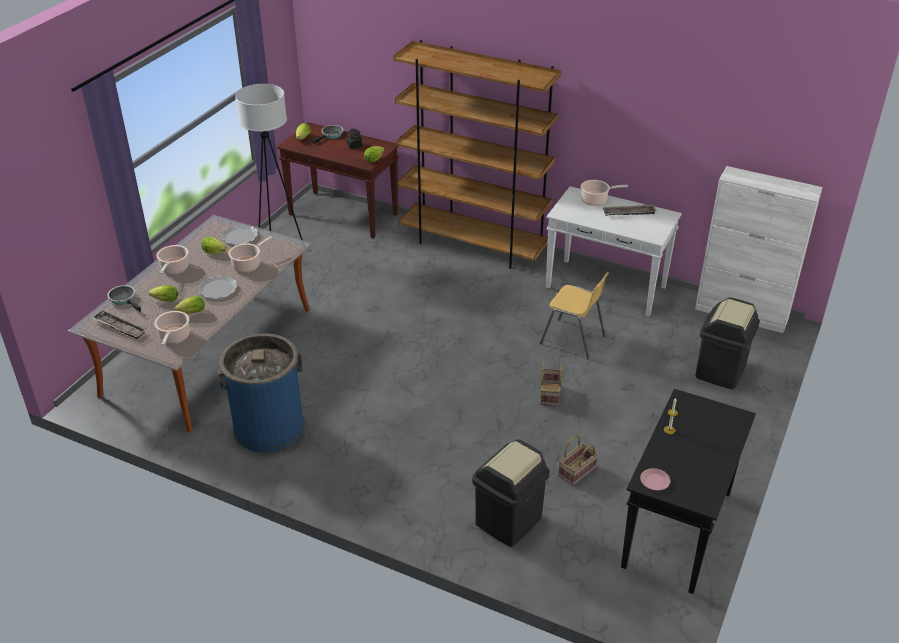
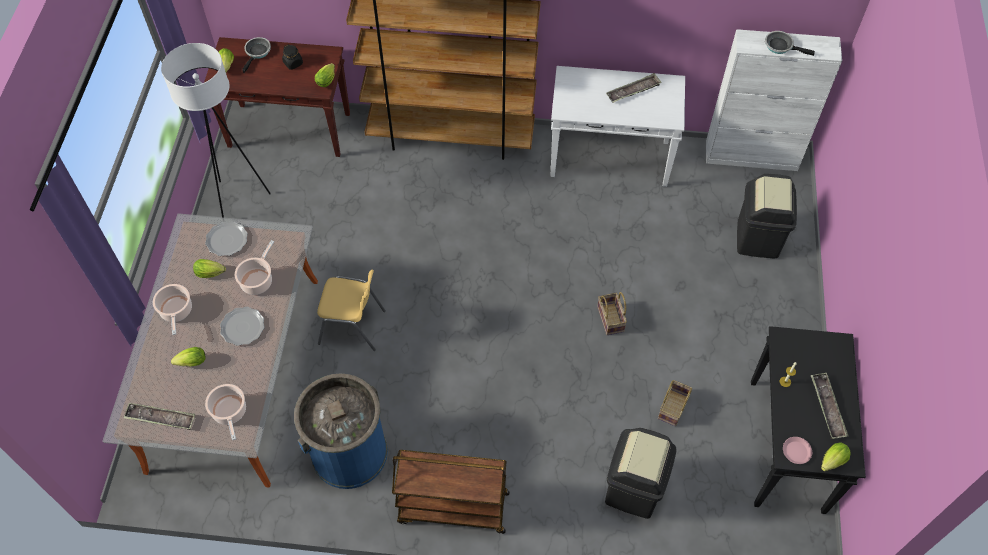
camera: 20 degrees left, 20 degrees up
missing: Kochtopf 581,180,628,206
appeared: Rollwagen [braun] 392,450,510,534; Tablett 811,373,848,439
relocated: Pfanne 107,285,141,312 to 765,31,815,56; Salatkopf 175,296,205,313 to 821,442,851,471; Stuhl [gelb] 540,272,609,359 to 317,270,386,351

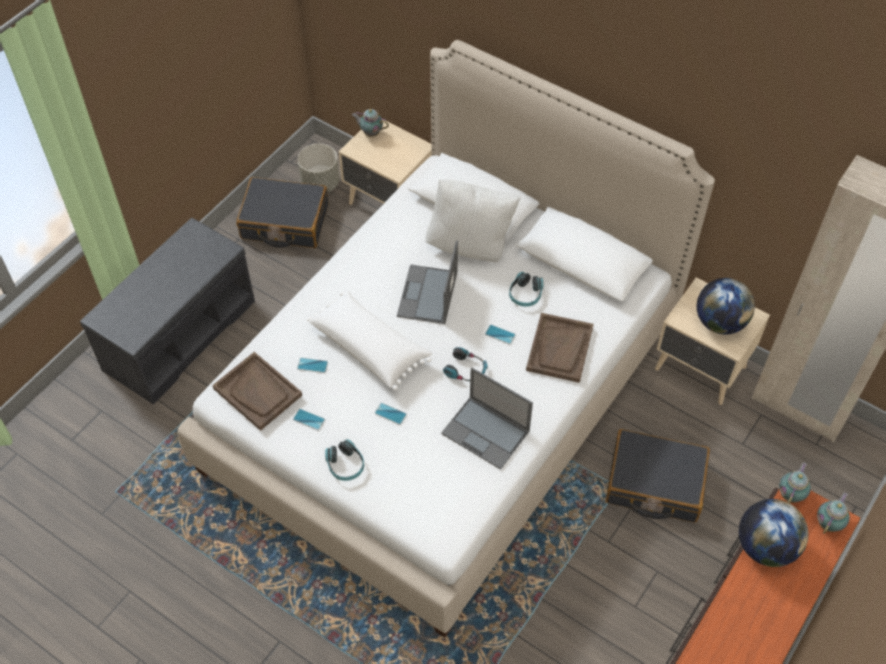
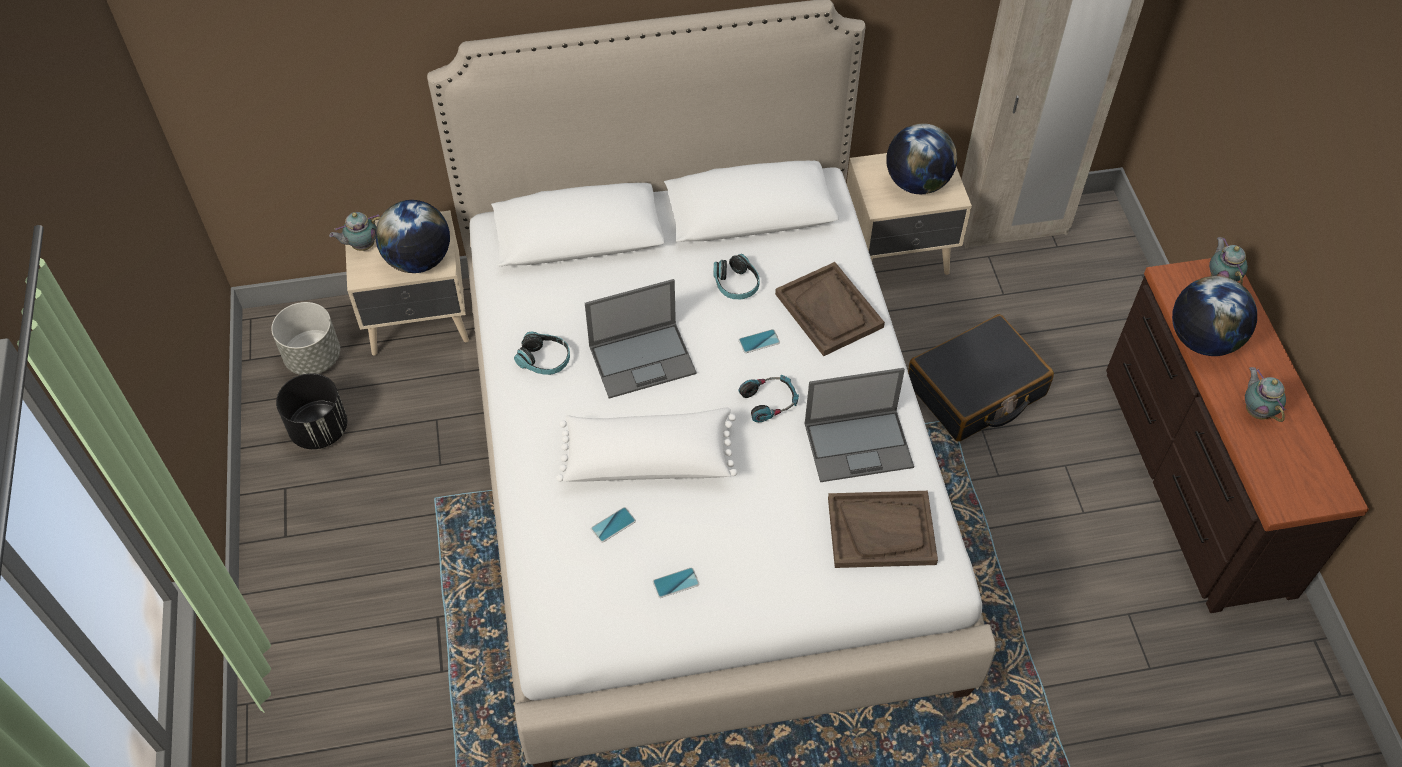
camera: 45 degrees left, 0 degrees up
missing: Bank [grau] 80,218,255,405; Handy 375,403,407,425; Kissen [weiß] 425,179,521,262
appeared: Globus 375,200,450,273
relocated: Tablett [braun] 212,352,302,431 to 828,491,938,568; Kopfhörer 325,439,364,481 to 514,332,570,375; Teekanne 779,462,811,503 to 1245,367,1286,422
exchanged: Koffer [schwarz] 236,177,329,248 to Pflanzkübel [schwarz] 276,373,347,449
spun: Laptop 397,240,458,324 = 585,279,697,398 75 degrees counterclockwise

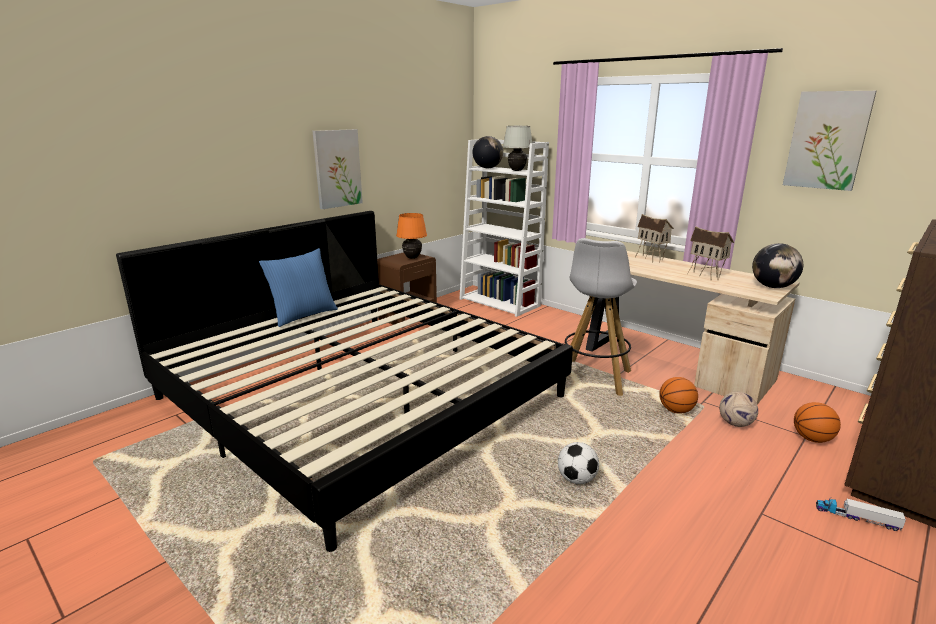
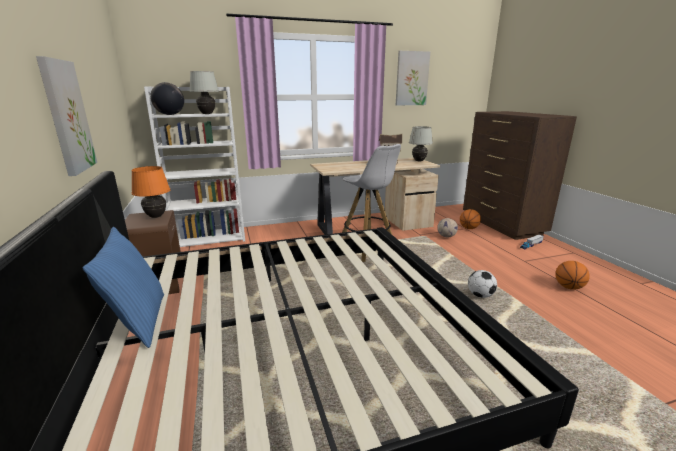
camera: 60 degrees left, 0 degrees up
missing: Spielzeughaus 635,214,674,263
relocated: Basketball 659,377,698,414 to 555,261,590,290
exchanged: Globus 752,243,803,288 to Tischlampe [weiß] 409,126,433,161

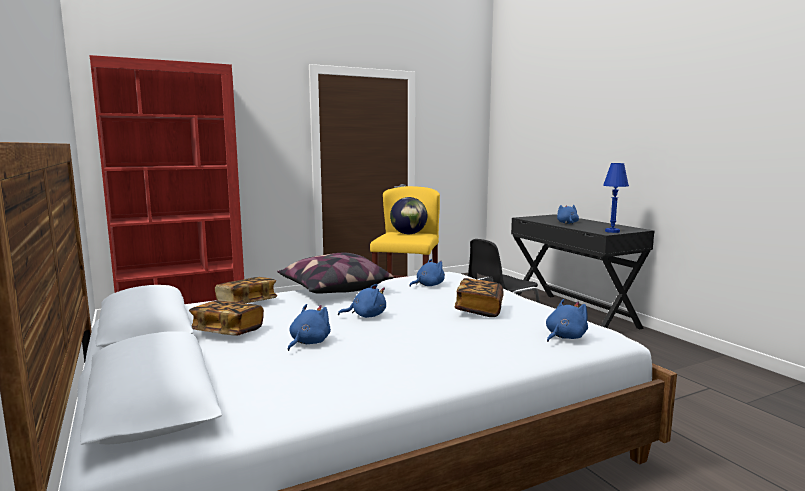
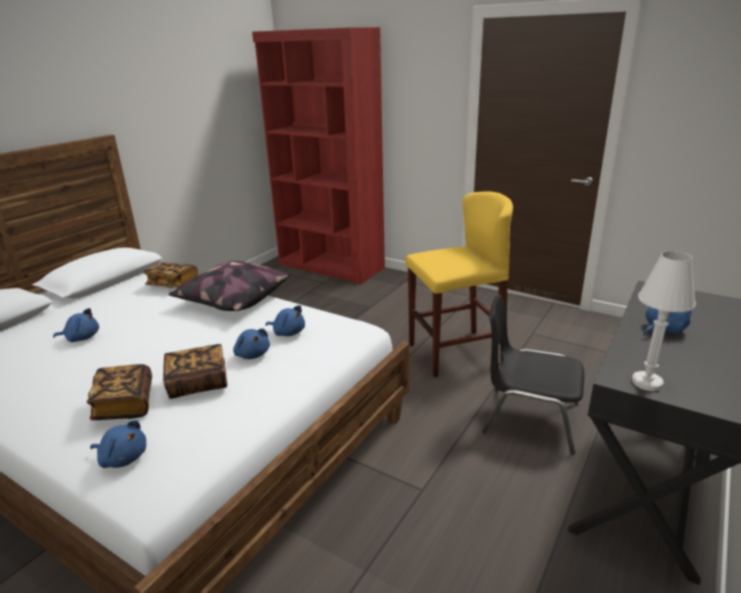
camera: 60 degrees right, 15 degrees up
missing: Globus 390,197,427,234
relocated: Buch 189,301,264,336 to 87,364,152,420; Plüschtier [blau] 338,284,386,318 to 233,328,270,359
colour: Tischlampe [blau] 603,163,629,233 to Tischlampe [weiß] 632,251,696,391

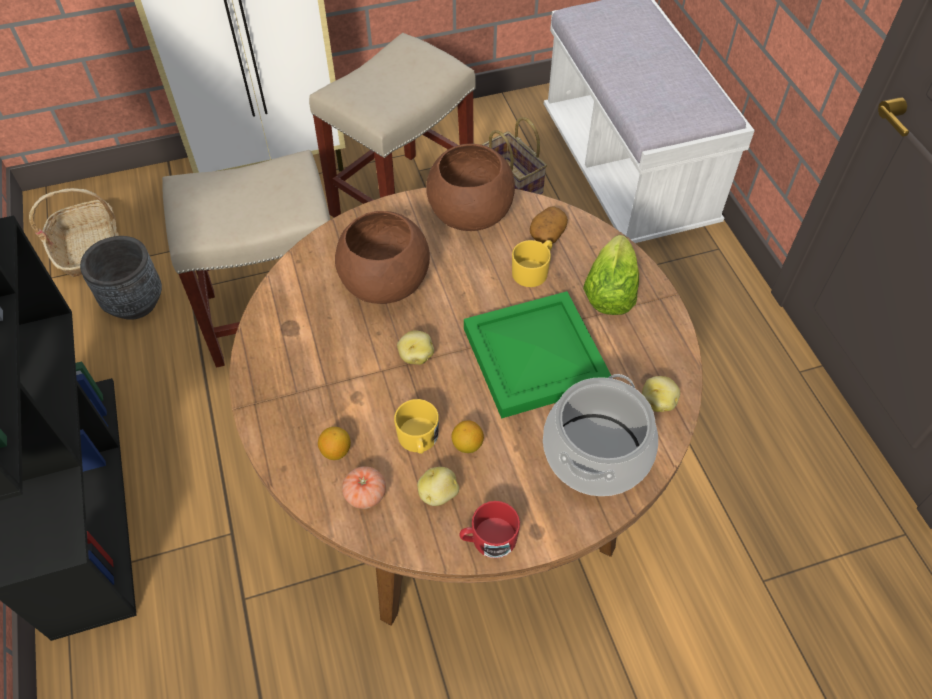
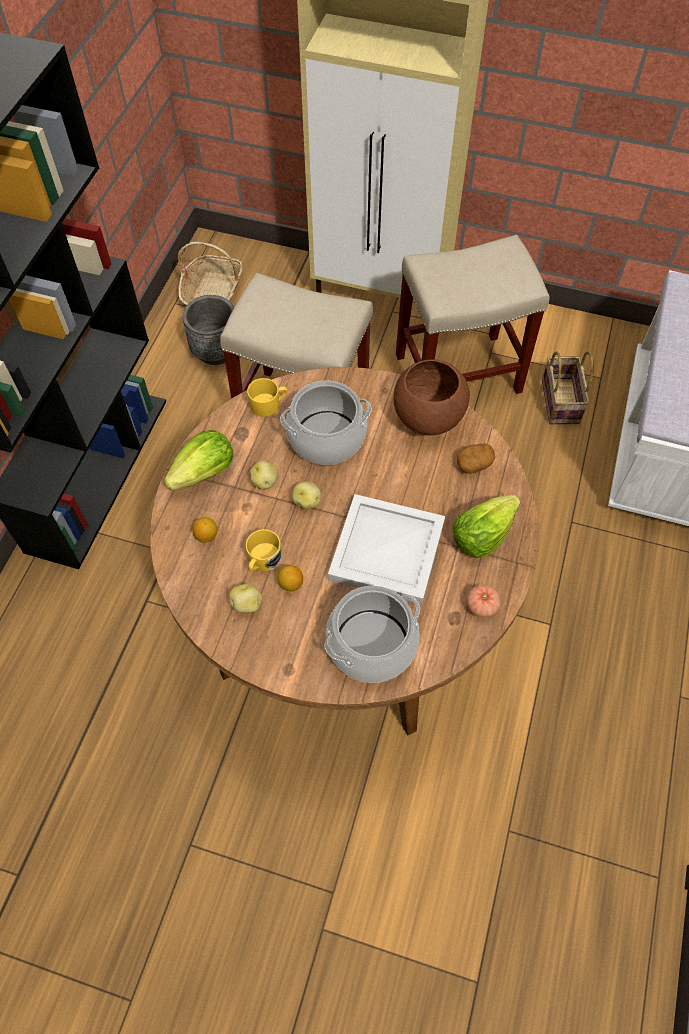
camera: 35 degrees right, 5 degrees up
missing: Henkelbecher [rot] 459,501,520,558
appeared: Salatkopf 164,430,234,490
relocated: Tomate 342,466,386,509 to 466,585,501,618; Henkelbecher [gelb] 512,240,553,287 to 247,378,288,417; Kartoffel 642,376,680,412 to 250,461,278,489
exchanged: Schüssel [braun] 335,211,430,304 to Kochtopf 280,380,372,465
colour: Tablett [grün] 464,291,611,419 to Tablett [weiß] 328,494,445,605

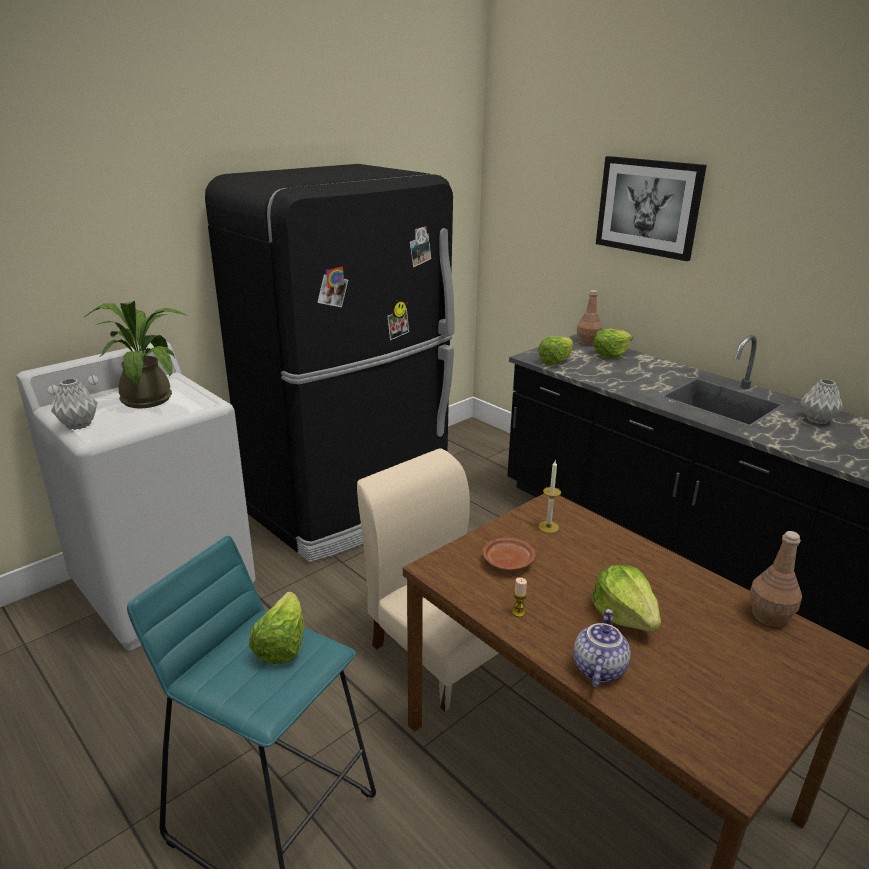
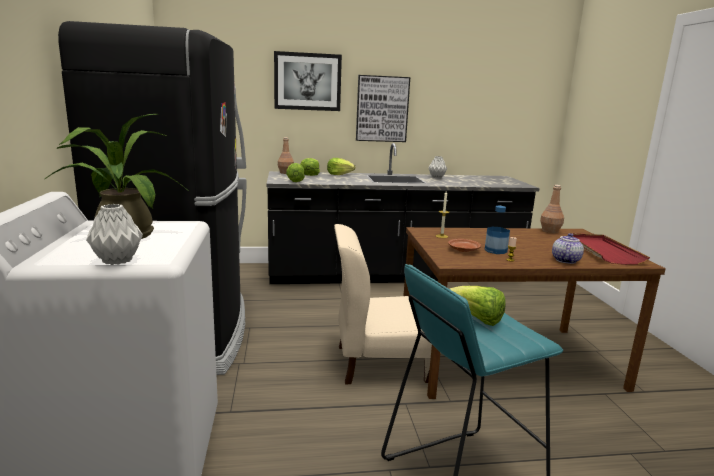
camera: 55 degrees left, 10 degrees down
appeared: Bild 356,75,410,142; Flasche 484,206,510,254; Tablett [rot] 568,233,650,265
relocated: Salatkopf 592,565,661,631 to 327,158,355,175
spun: Teekanne 573,609,631,687 = 552,233,584,264 60 degrees clockwise

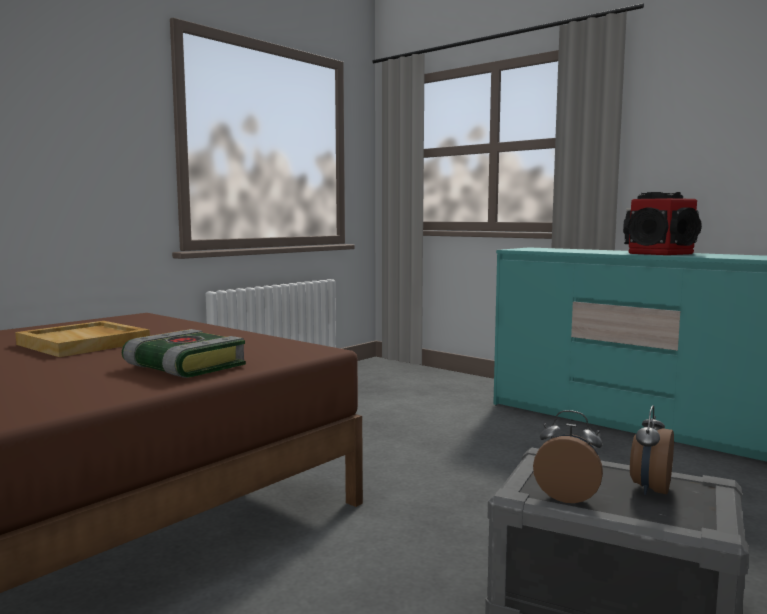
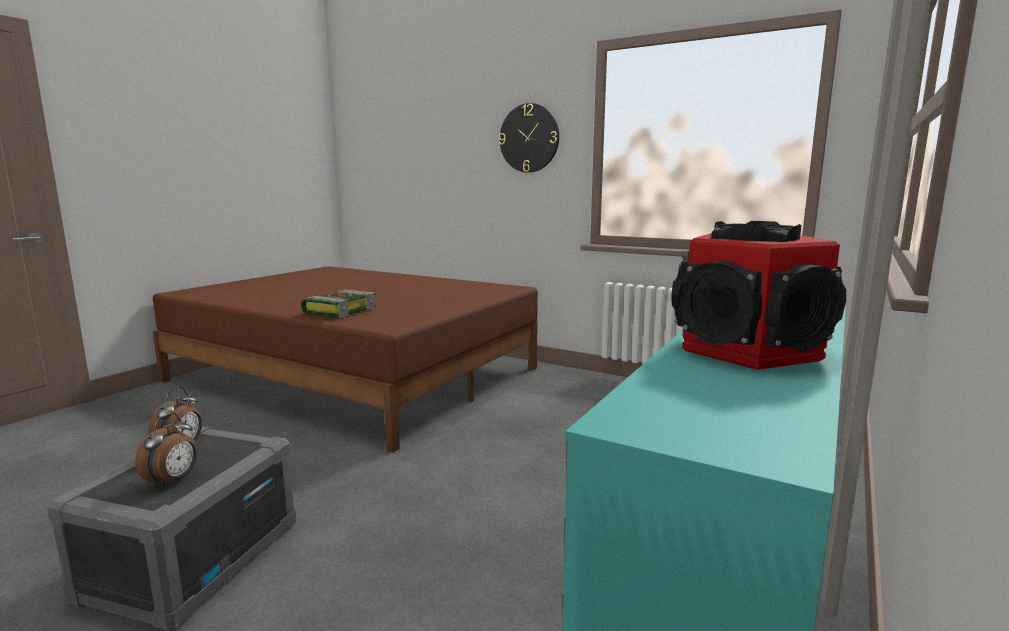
camera: 80 degrees right, 5 degrees up
missing: Tablett [beige] 15,321,150,357
appeared: Wanduhr 499,103,559,173
spun: Wecker 630,405,674,495 = 135,413,198,488 90 degrees clockwise

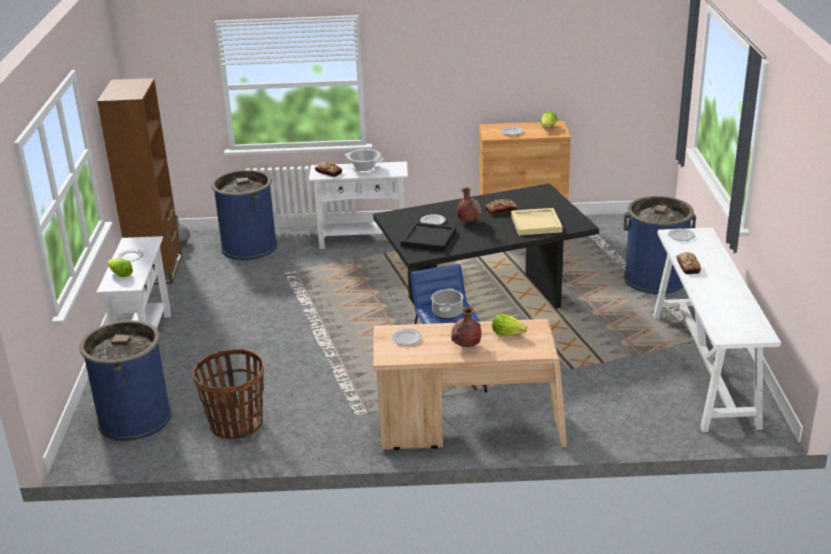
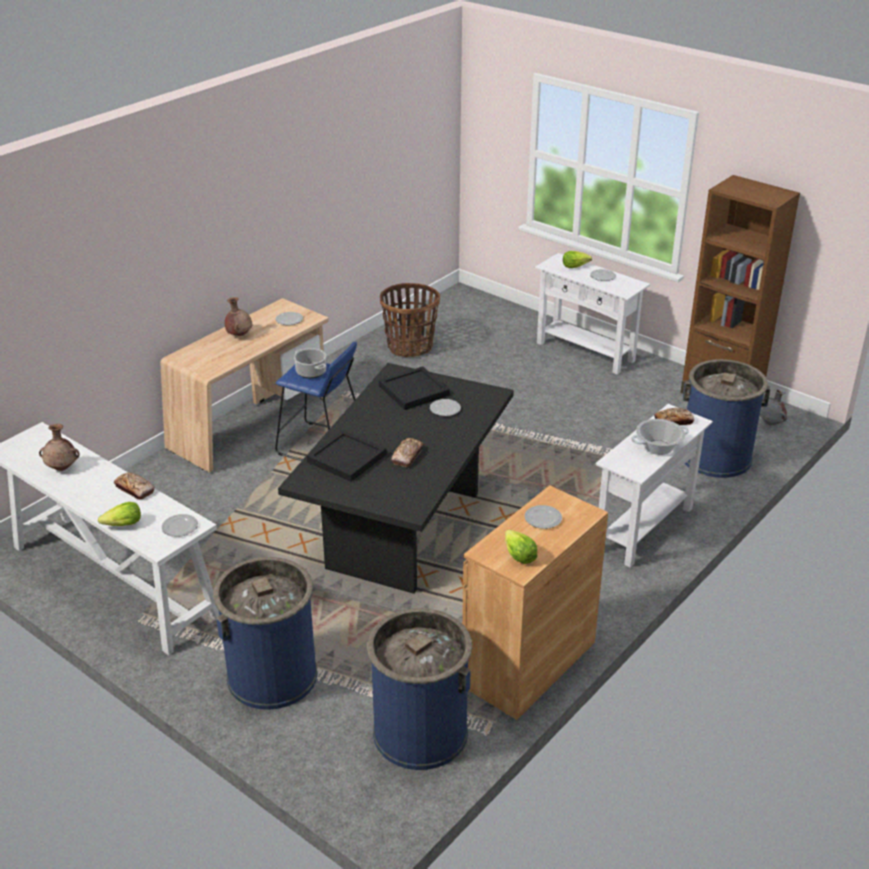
camera: 130 degrees right, 5 degrees up
relocated: Mülleimer [blau] 79,320,172,441 to 367,608,472,770; Vase [braun] 457,187,481,222 to 39,424,80,471; Salatkopf 492,314,527,335 to 98,502,141,526
colour: Tablett [beige] 511,208,563,235 to Tablett [schwarz] 307,430,386,482

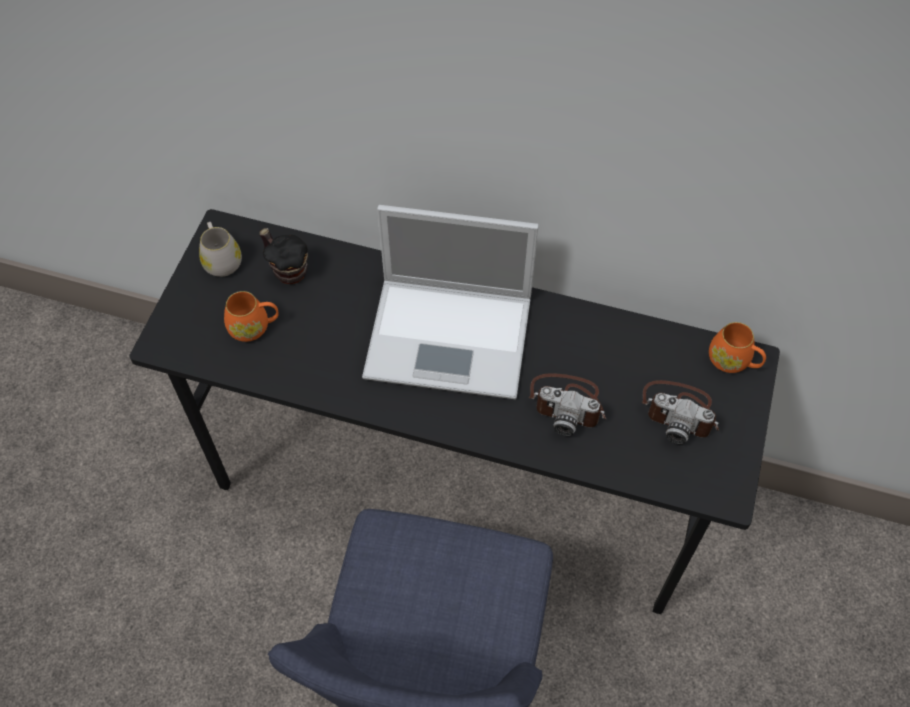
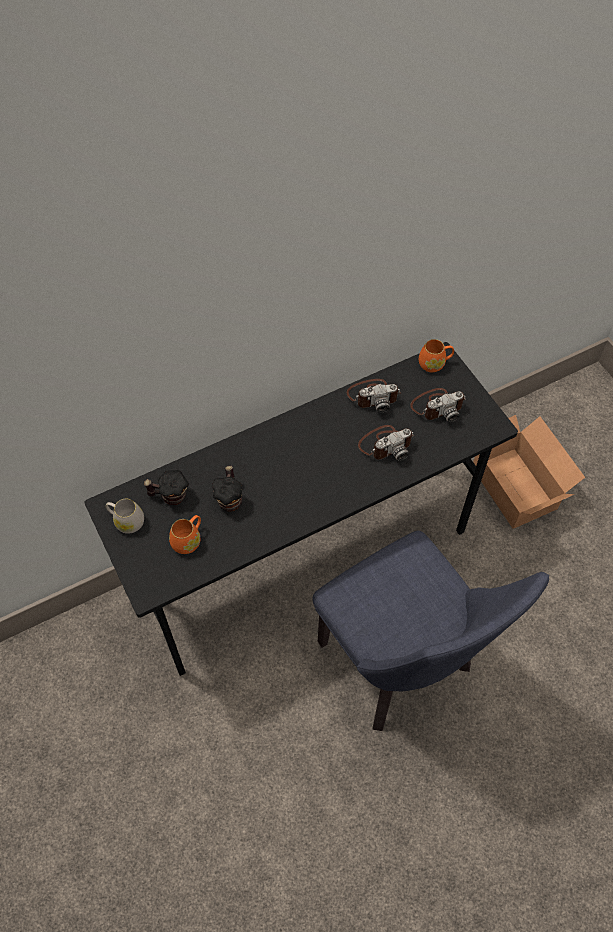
camera: 45 degrees left, 0 degrees up
missing: Laptop 362,205,539,399
appeared: Henkelbecher 212,466,242,511; Kamera 347,379,401,413; Karton 473,415,585,529

